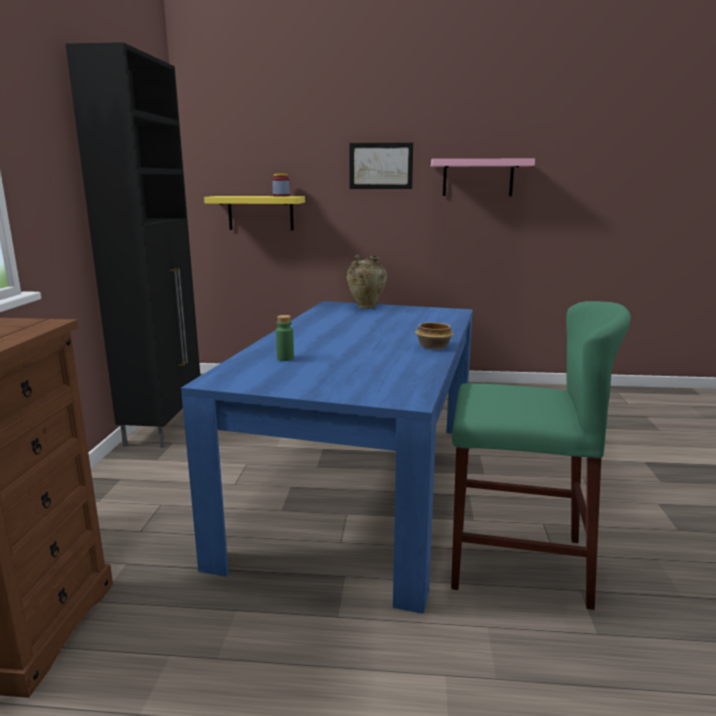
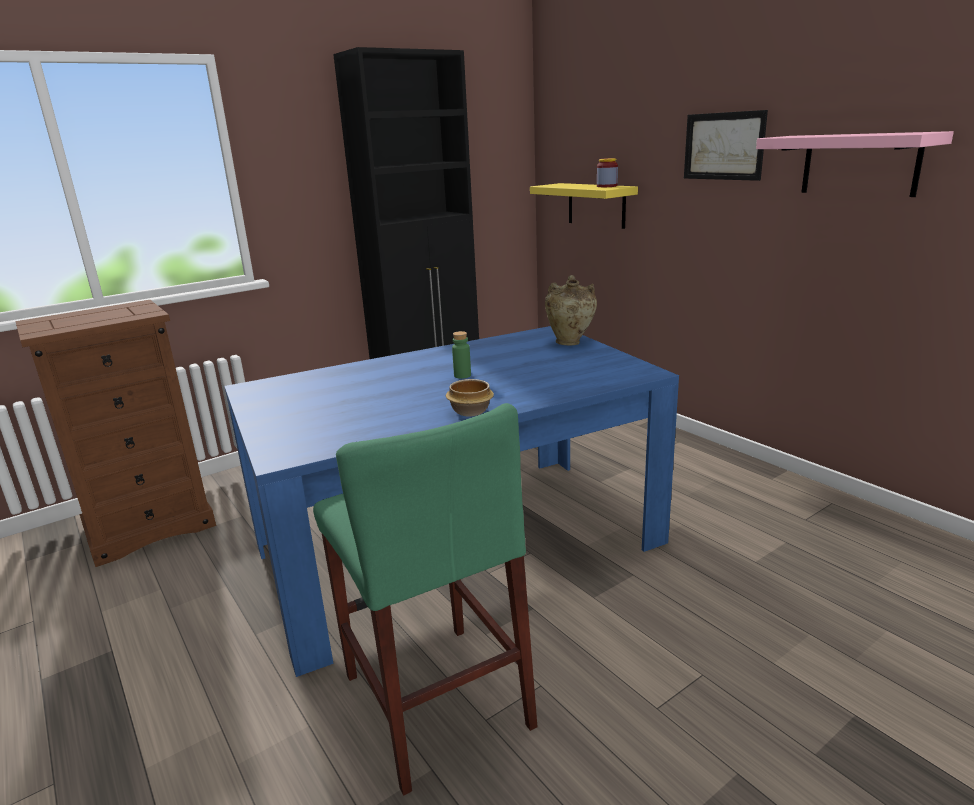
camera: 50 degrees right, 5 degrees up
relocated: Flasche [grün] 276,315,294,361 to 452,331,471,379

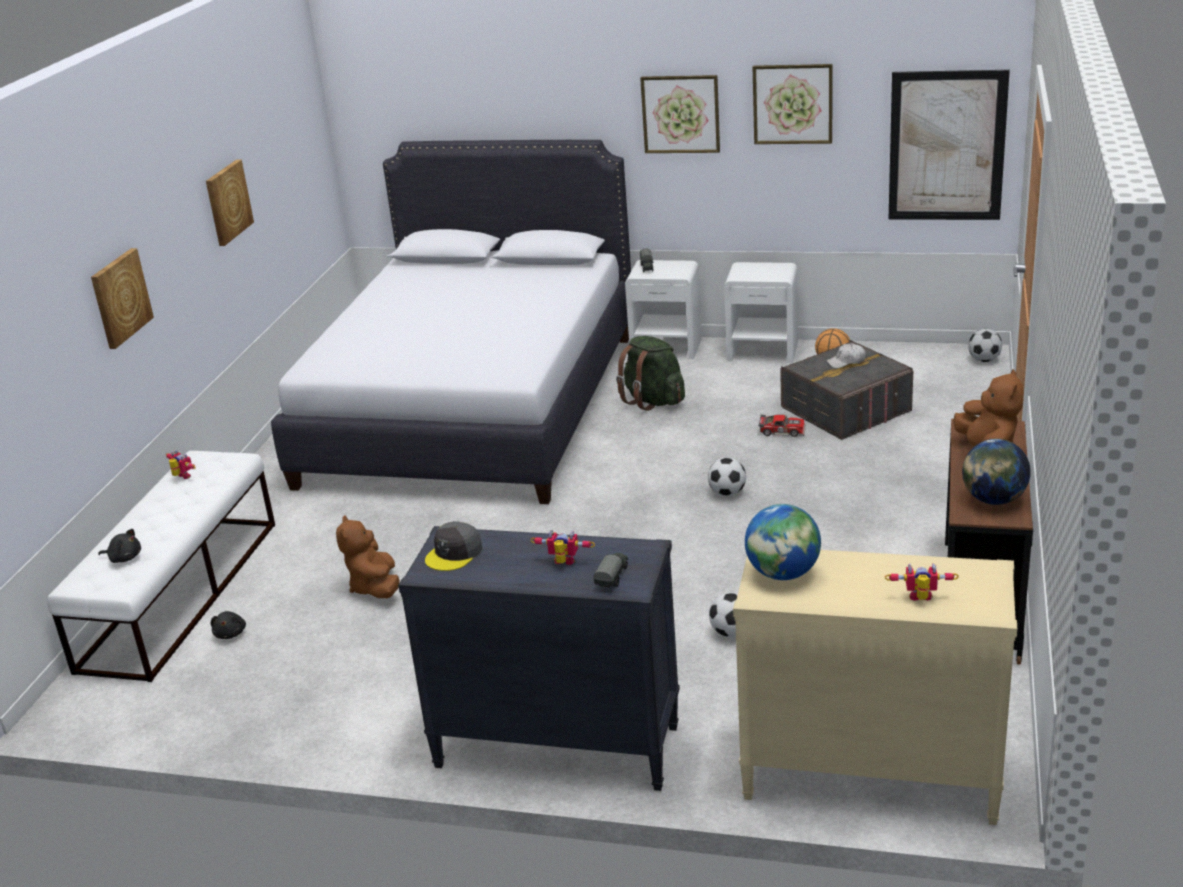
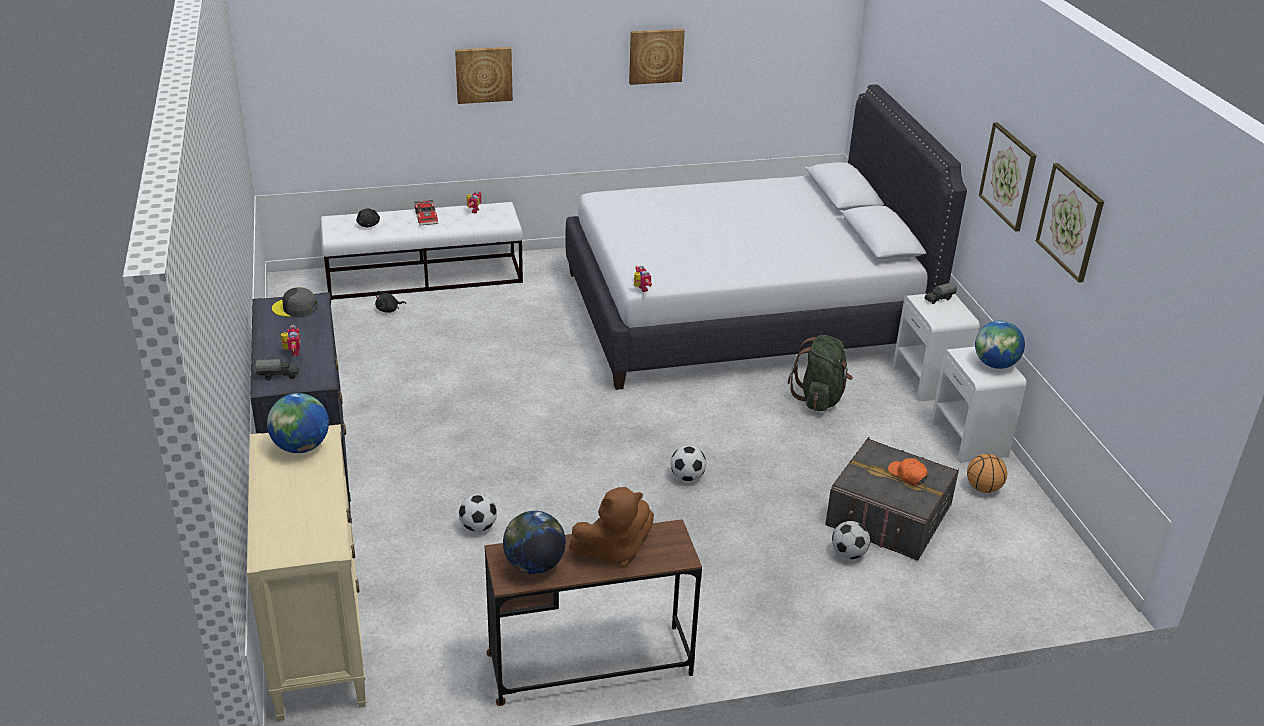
camera: 60 degrees right, 5 degrees up
missing: Plüschtier [braun] 336,515,400,598; Bild 889,70,1010,220
appeared: Globus 975,321,1025,369
relocated: Spielzeugauto 759,415,806,437 to 414,199,438,226; Spielzeugroboter 885,563,959,601 to 634,266,652,292; Fußball 968,329,1002,362 to 832,521,870,559
colour: Kappe [weiß] 827,343,866,368 to Kappe [orange] 888,458,928,486

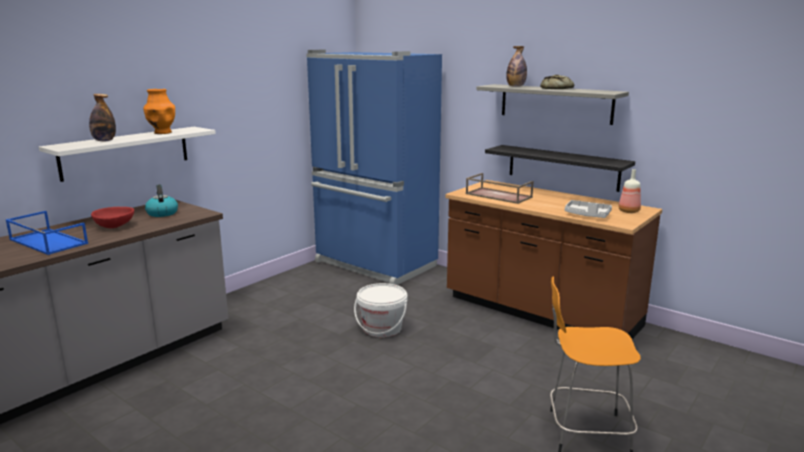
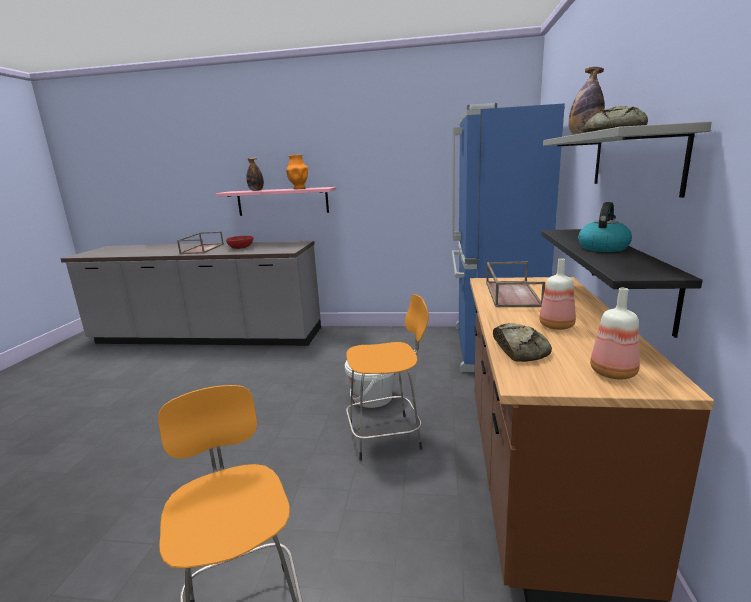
camera: 60 degrees right, 0 degrees up
appeared: Hocker [orange] 346,294,429,461; Flasche 539,258,576,330
relocated: Wasserkessel 145,185,178,217 to 578,202,632,252
exchanged: Tablett [grau] 565,200,612,218 to Brot 493,323,552,362
colour: Tablett [blau] 5,211,88,255 to Tablett [braun] 177,232,224,254; Wandregal [weiß] 39,127,216,182 to Wandregal [rosa] 215,187,336,216

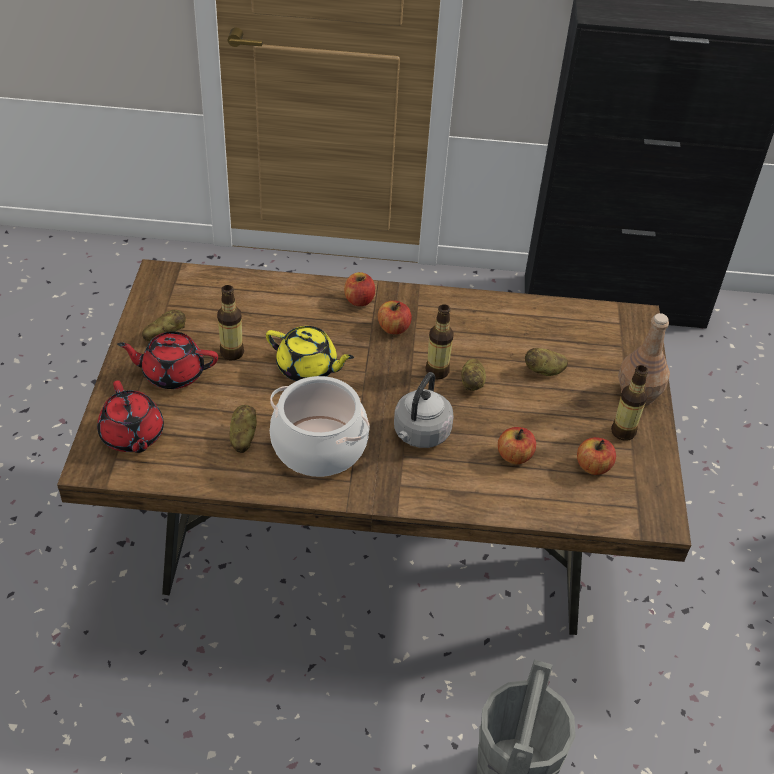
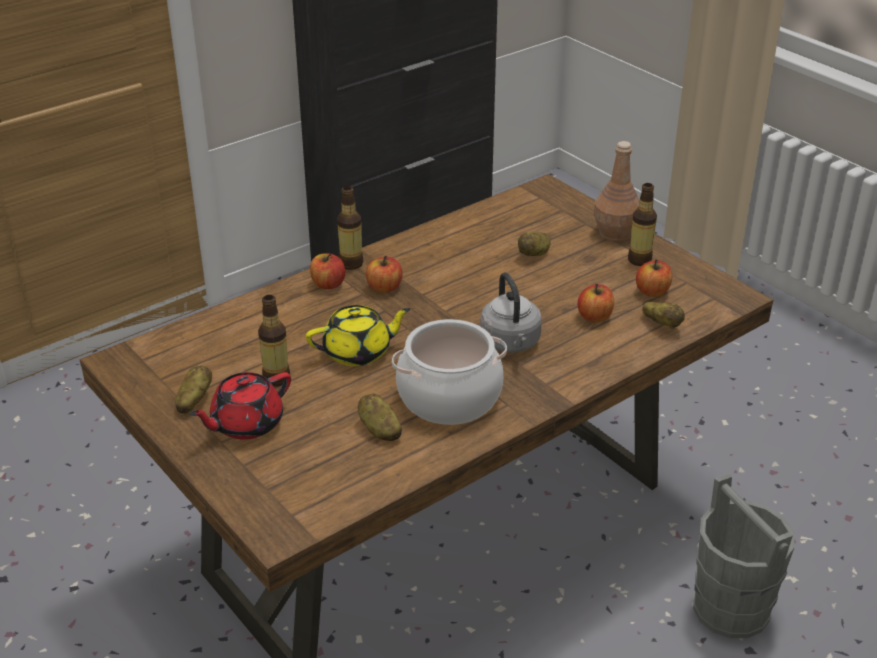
camera: 40 degrees left, 10 degrees down
missing: Teekanne [rot] 97,380,164,453
relocated: Flasche 425,304,454,379 to 337,186,363,270; Kartoffel 461,359,486,391 to 642,302,685,329

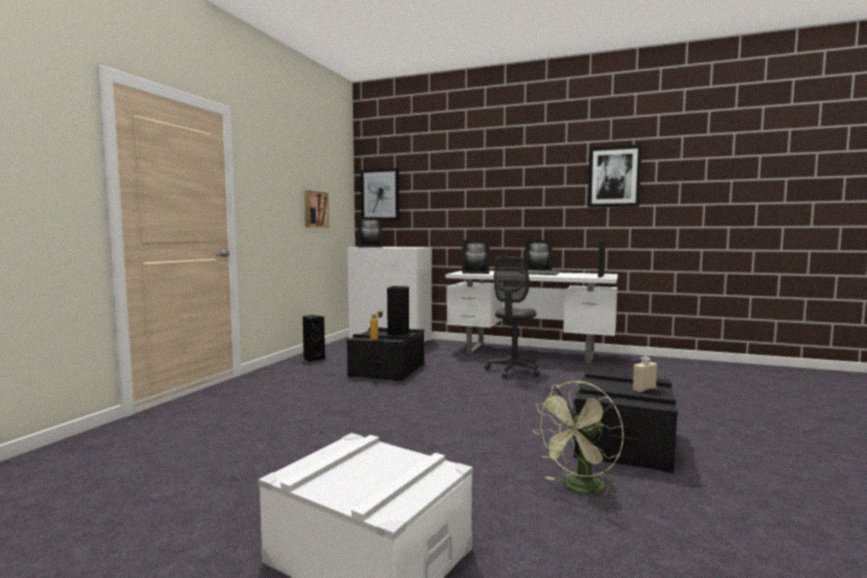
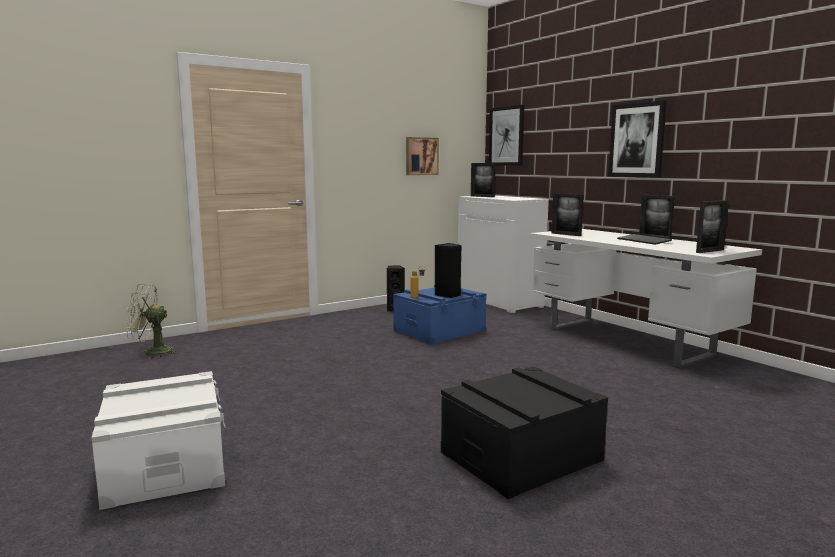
camera: 35 degrees right, 5 degrees up
missing: Bürostuhl [grau] 485,257,540,378; Flasche [beige] 633,356,657,392
relocated: Ventilator [grün] 532,381,624,501 to 125,284,179,359; Bild 588,144,642,207 to 608,100,667,178
colour: Aufbewahrungsbox [schwarz] 347,327,424,381 to Aufbewahrungsbox [blau] 393,285,487,345

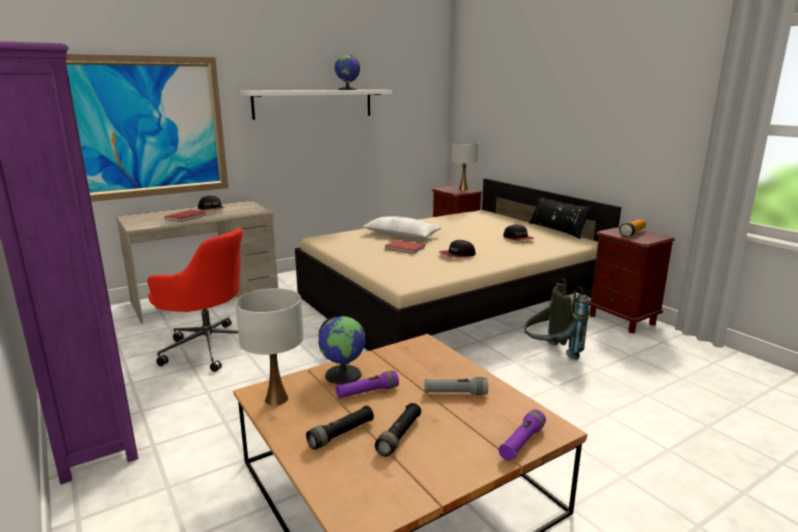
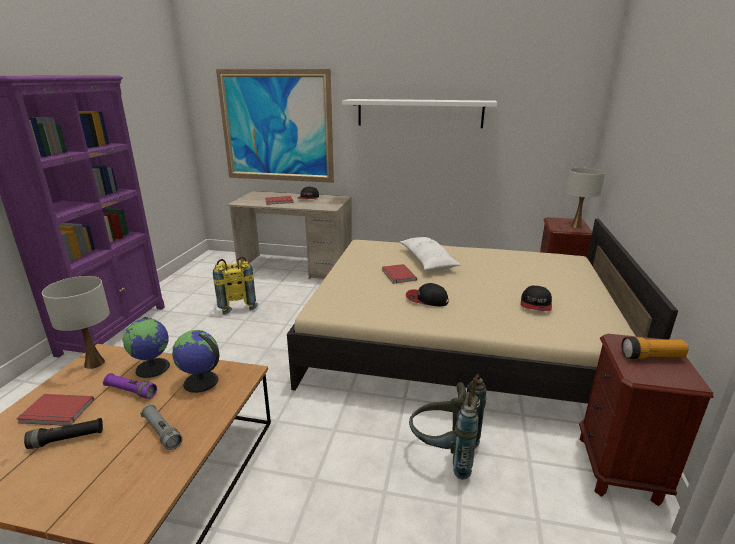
camera: 45 degrees right, 5 degrees up
missing: Taschenlampe [lila] 498,409,546,461; Kissen [schwarz] 529,195,592,239
relocated: Globus 335,55,360,90 to 172,330,219,393
exchanged: Bürostuhl [rot] 147,228,243,372 to Rucksack [gelb] 213,257,259,315; Taschenlampe [schwarz] 306,405,374,450 to Buch [rot] 16,394,94,426

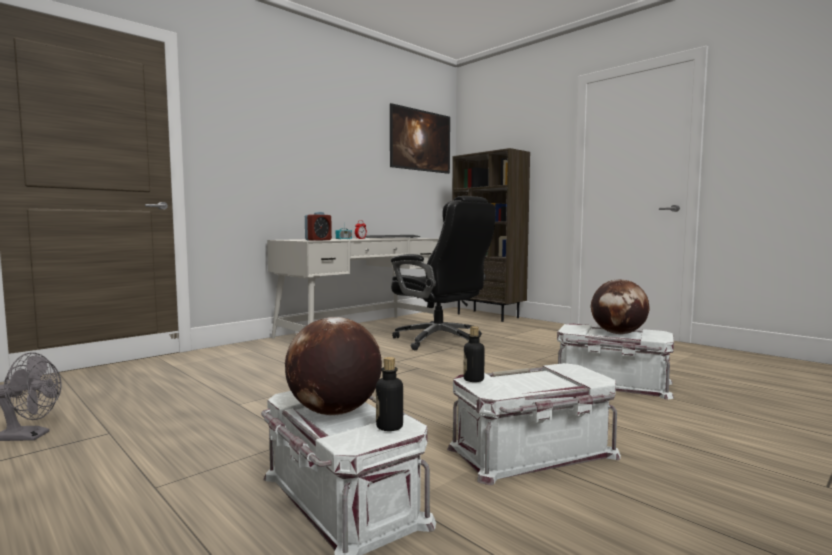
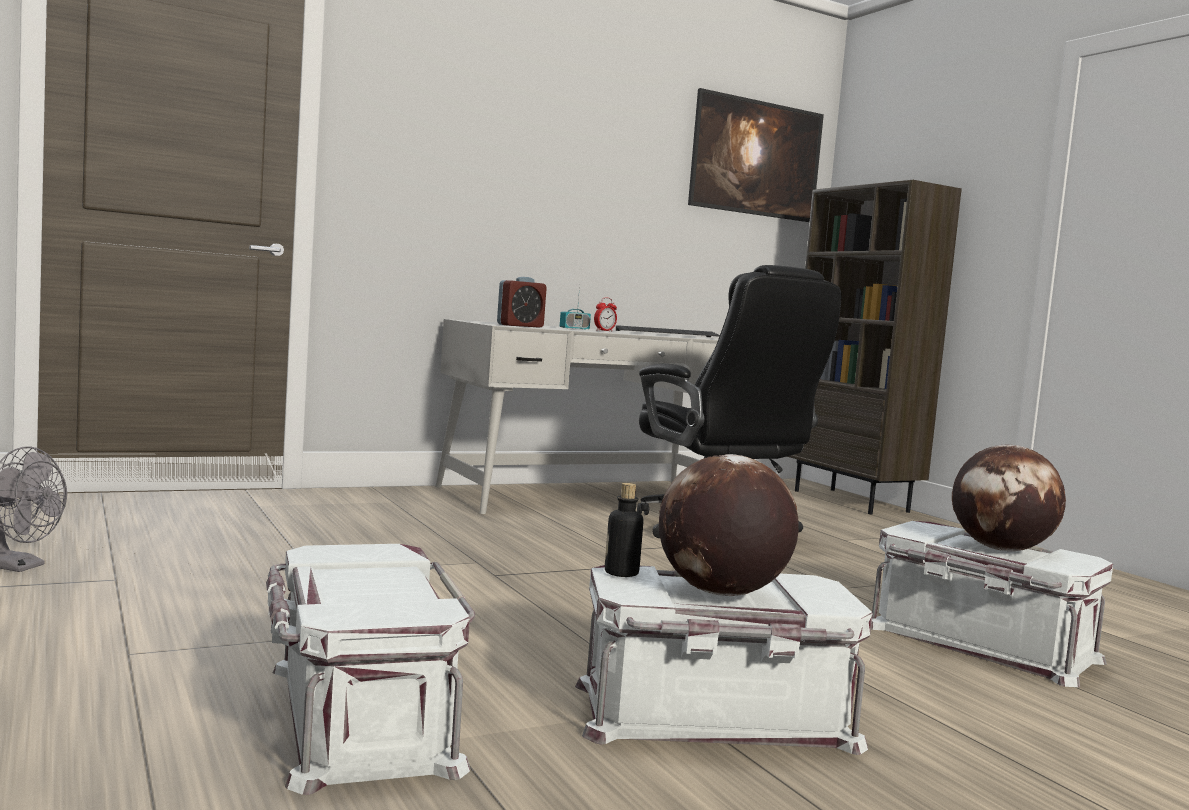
camera: 15 degrees right, 0 degrees up
missing: Flasche 376,357,403,431
relocated: Globus 285,317,382,415 to 659,454,799,596

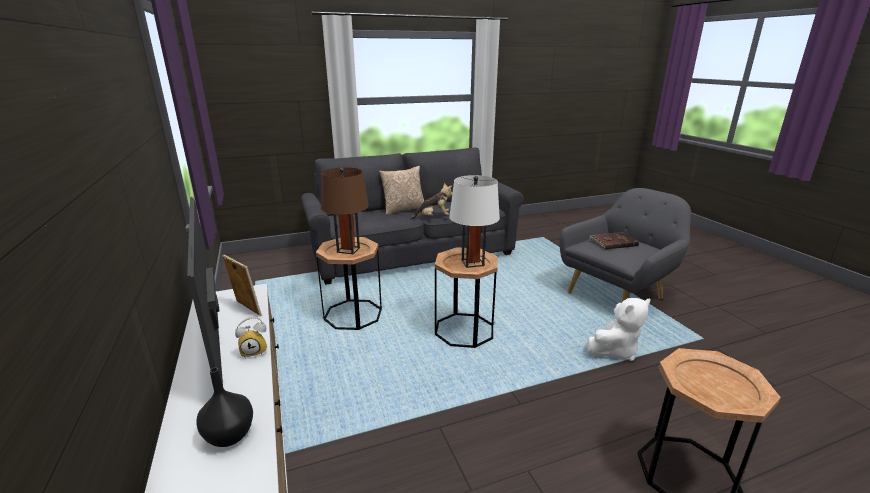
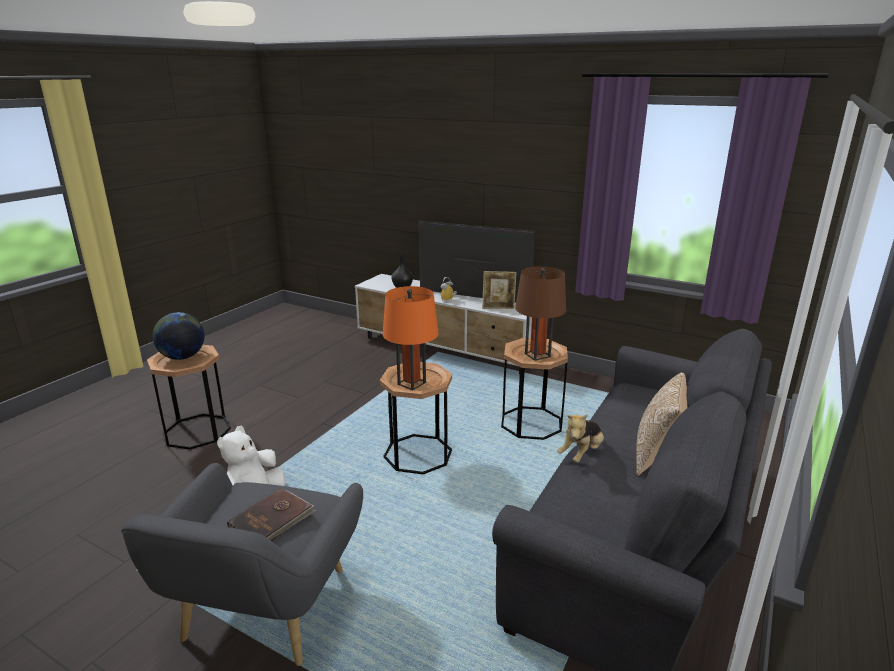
camera: 140 degrees right, 0 degrees up
appeared: Globus 153,312,204,360
colour: Tischlampe [weiß] 449,175,500,268 to Tischlampe [orange] 383,286,439,390

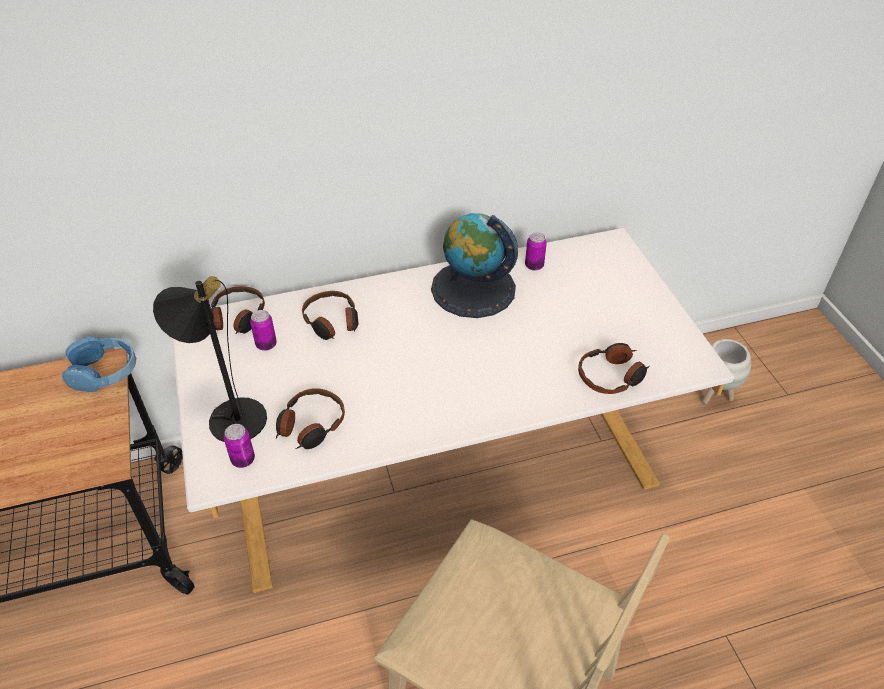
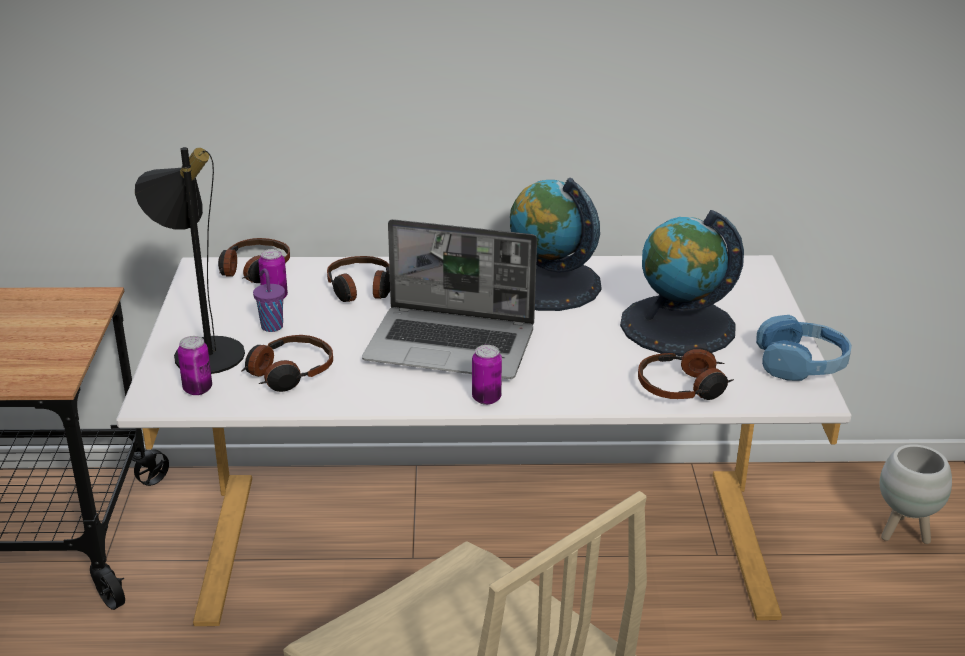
camera: 15 degrees right, 15 degrees down
appeared: Tasse [lila] 253,268,285,332; Laptop 362,219,537,379; Globus 620,210,744,356
relocated: Kopfhörer [blau] 62,336,136,392 to 756,315,852,381; Dose 525,232,547,271 to 472,345,502,405

